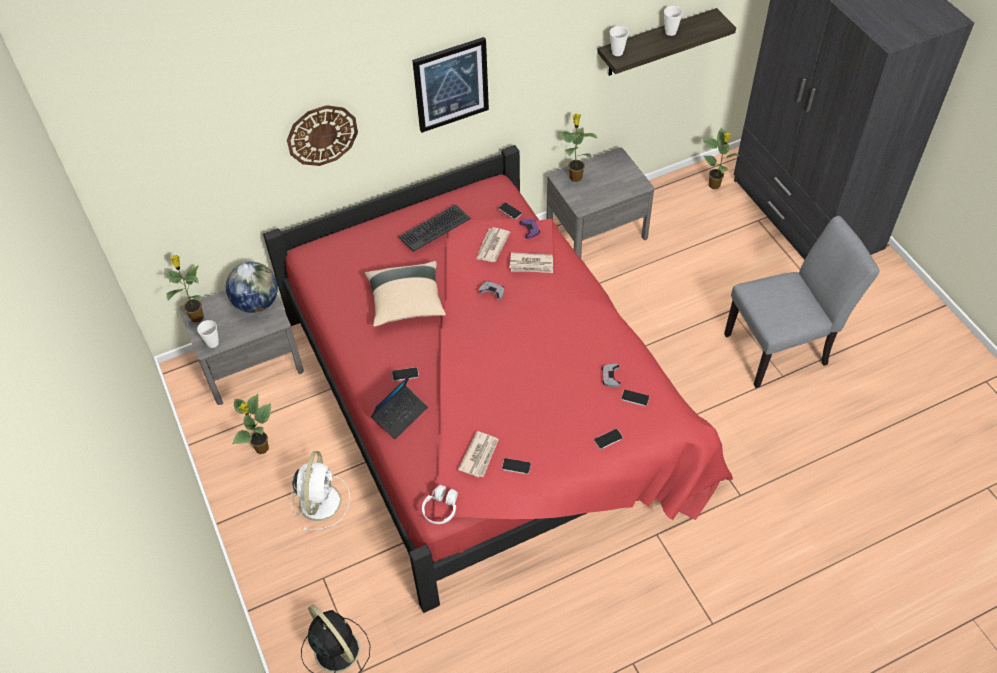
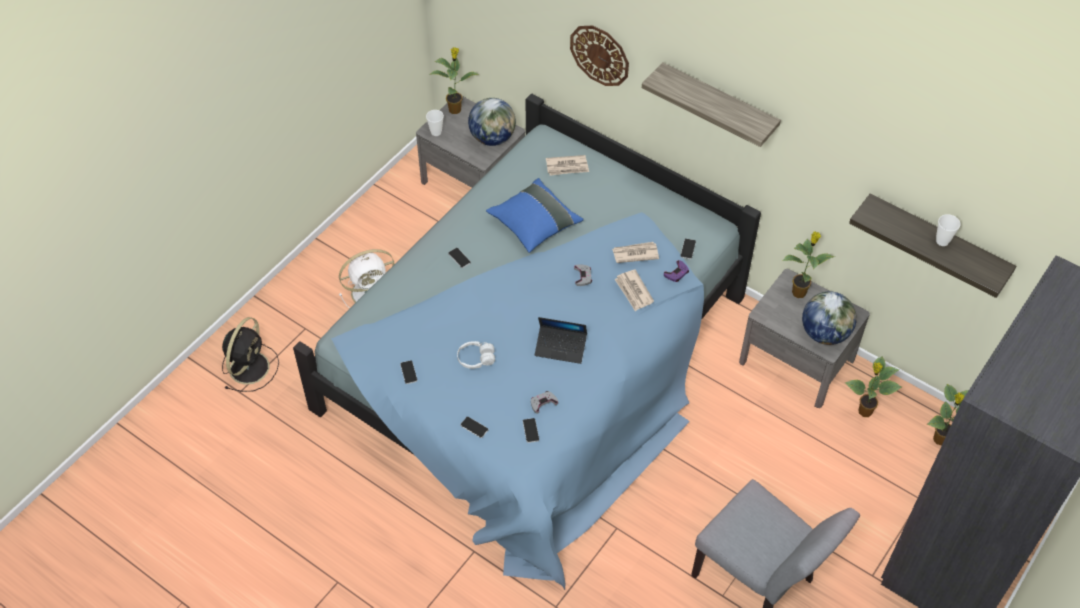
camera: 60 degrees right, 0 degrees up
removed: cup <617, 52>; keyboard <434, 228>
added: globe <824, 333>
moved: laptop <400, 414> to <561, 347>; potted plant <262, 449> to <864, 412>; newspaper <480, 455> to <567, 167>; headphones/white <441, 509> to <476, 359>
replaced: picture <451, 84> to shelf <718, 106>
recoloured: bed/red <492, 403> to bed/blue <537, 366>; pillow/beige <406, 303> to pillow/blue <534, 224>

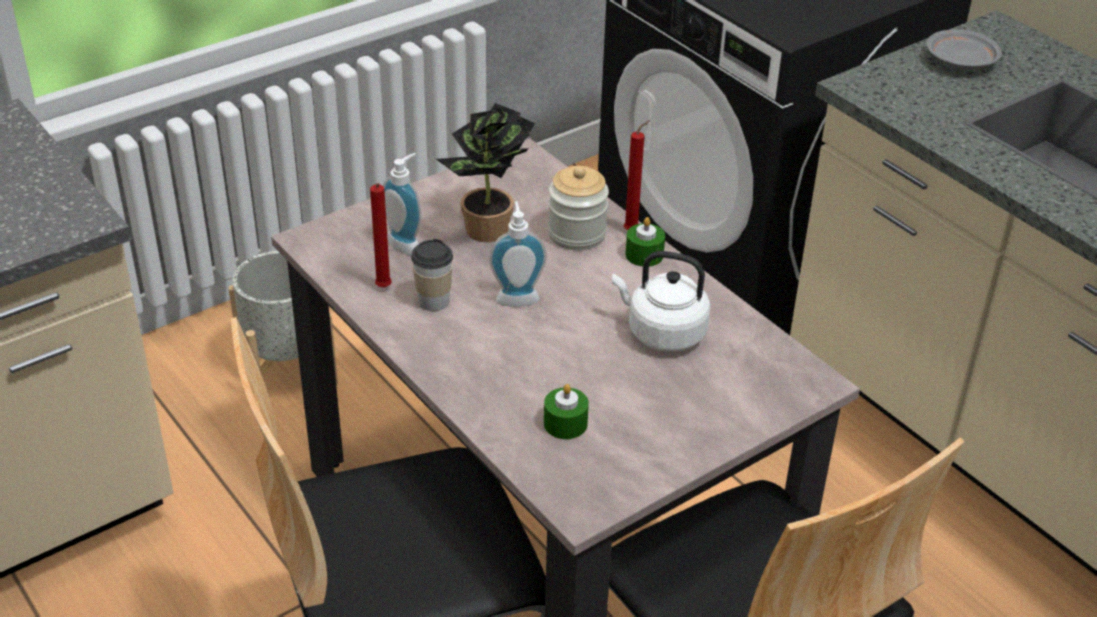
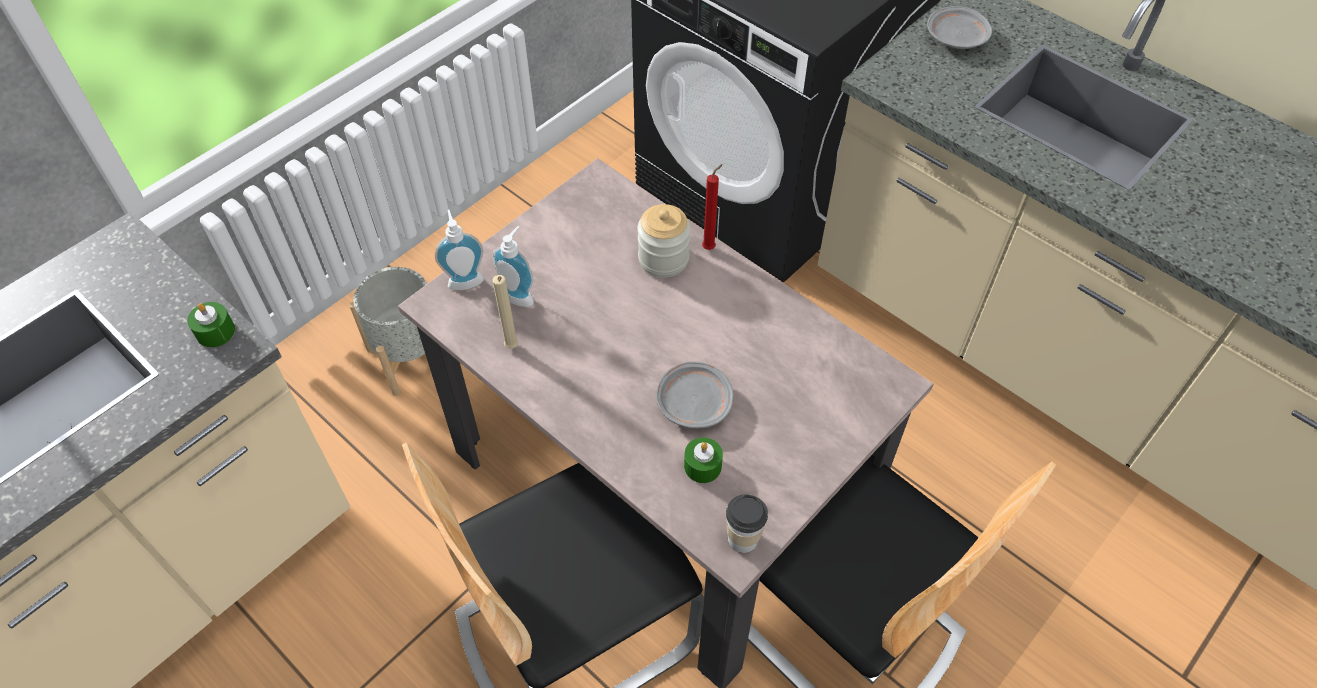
camera: 10 degrees left, 15 degrees up
removed: potted plant <490, 233>; kettle/white <662, 333>
added: plate/grey <693, 402>
moved: soap dispenser <517, 297> to <465, 279>; candle/green <644, 255> to <215, 332>; cup <433, 301> to <743, 539>
recoloured: candle/red <383, 289> to candle/beige <512, 348>

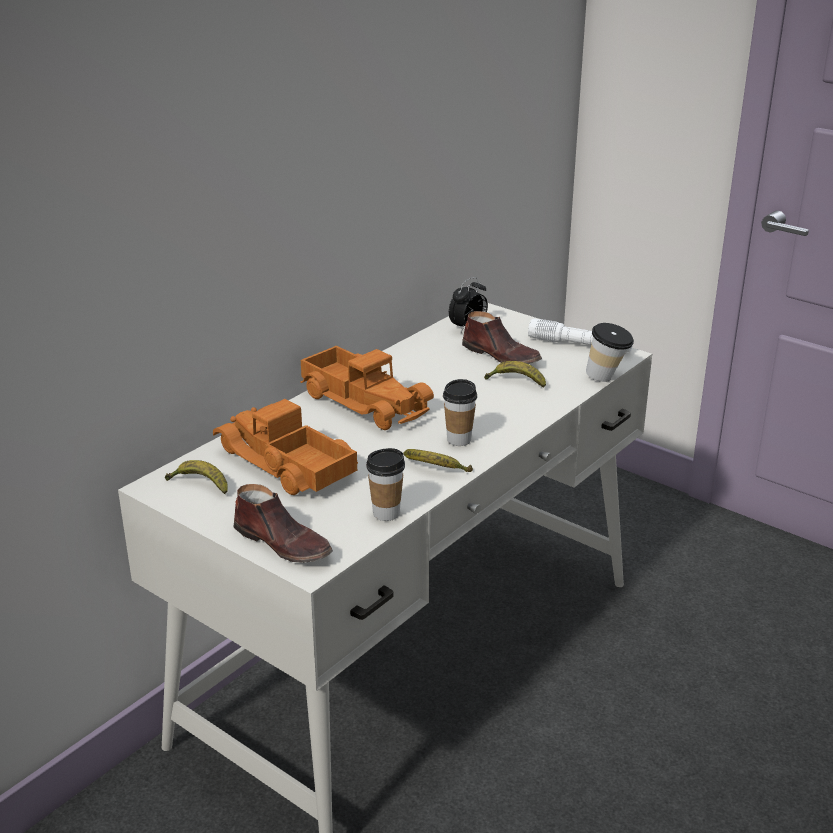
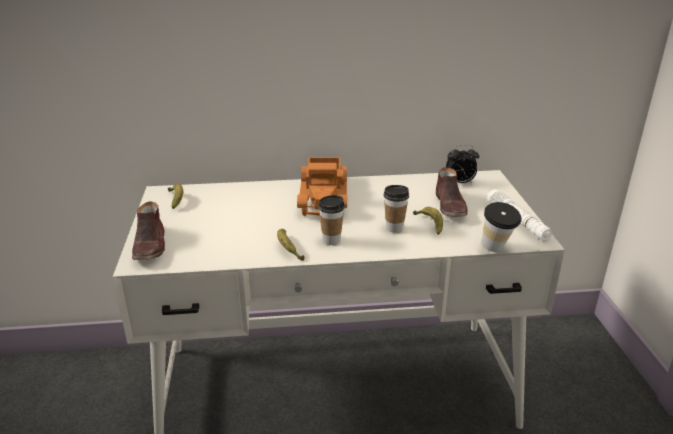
camera: 45 degrees right, 0 degrees up
removed: toy truck <285, 464>
moved: cup <386, 513> to <394, 228>

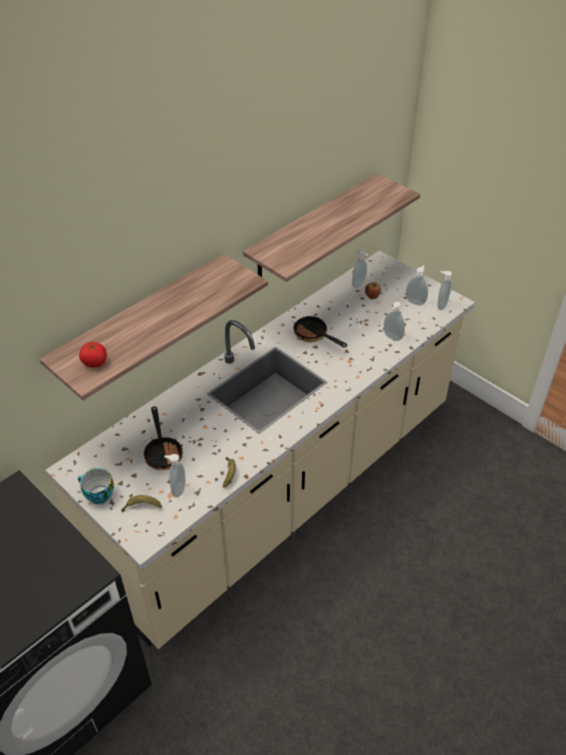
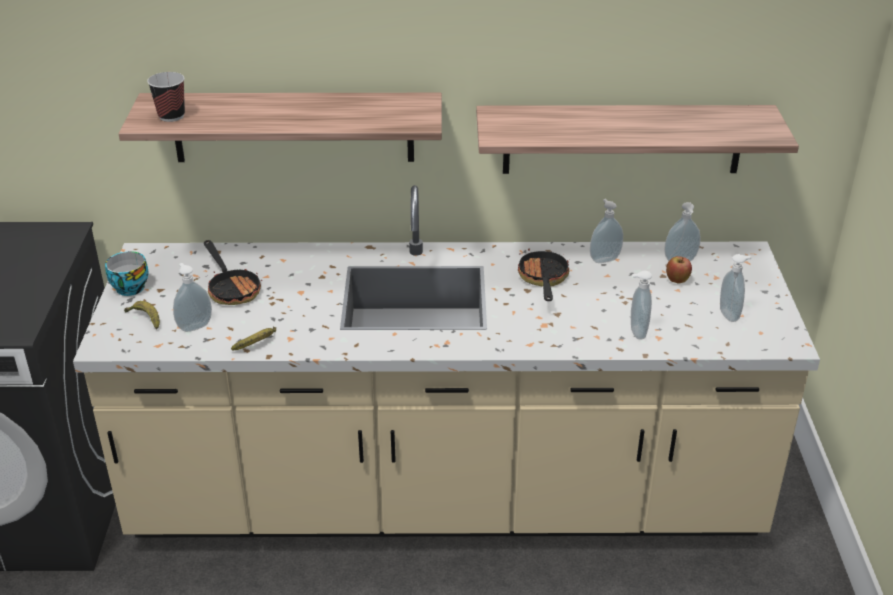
camera: 45 degrees right, 10 degrees down
moved: soap dispenser <440, 305> to <604, 259>
replaced: tomato <95, 362> to cup <171, 116>
turned: frying pan <163, 451> = <232, 288> 60 degrees counterclockwise

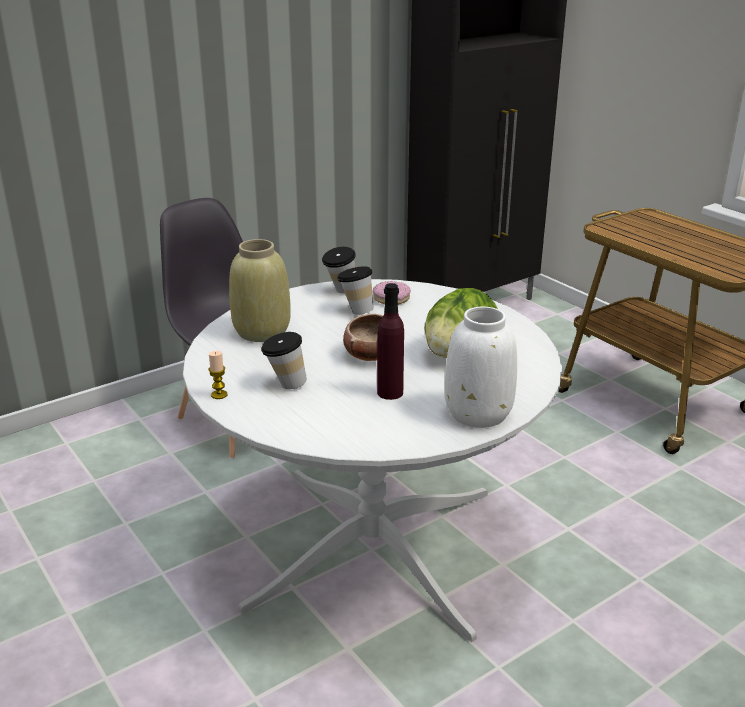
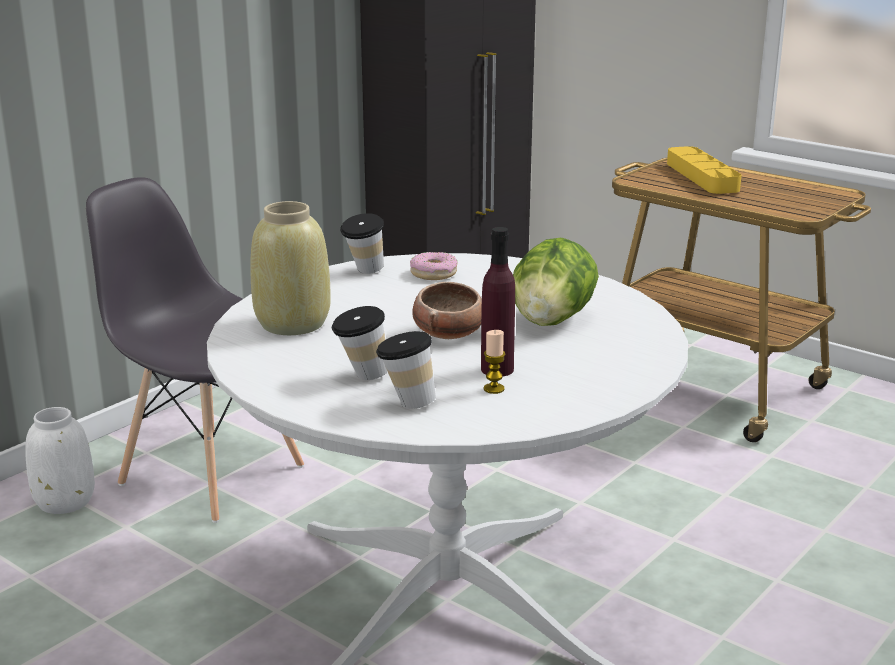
camera: 15 degrees left, 5 degrees down
added: tray/yellow <702, 176>
moved: cup <356, 311> to <406, 403>; vase/white <478, 413> to <65, 501>; candle <219, 395> to <494, 389>

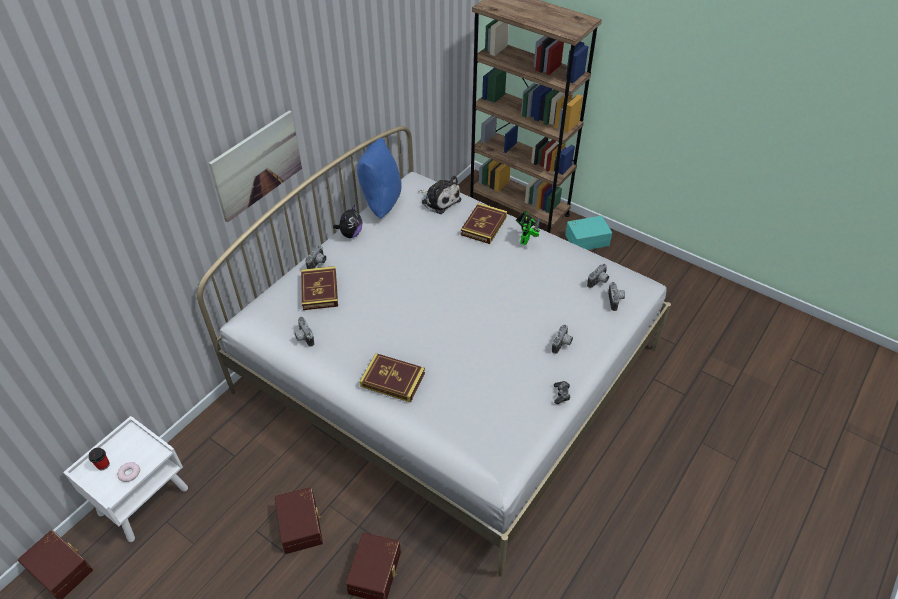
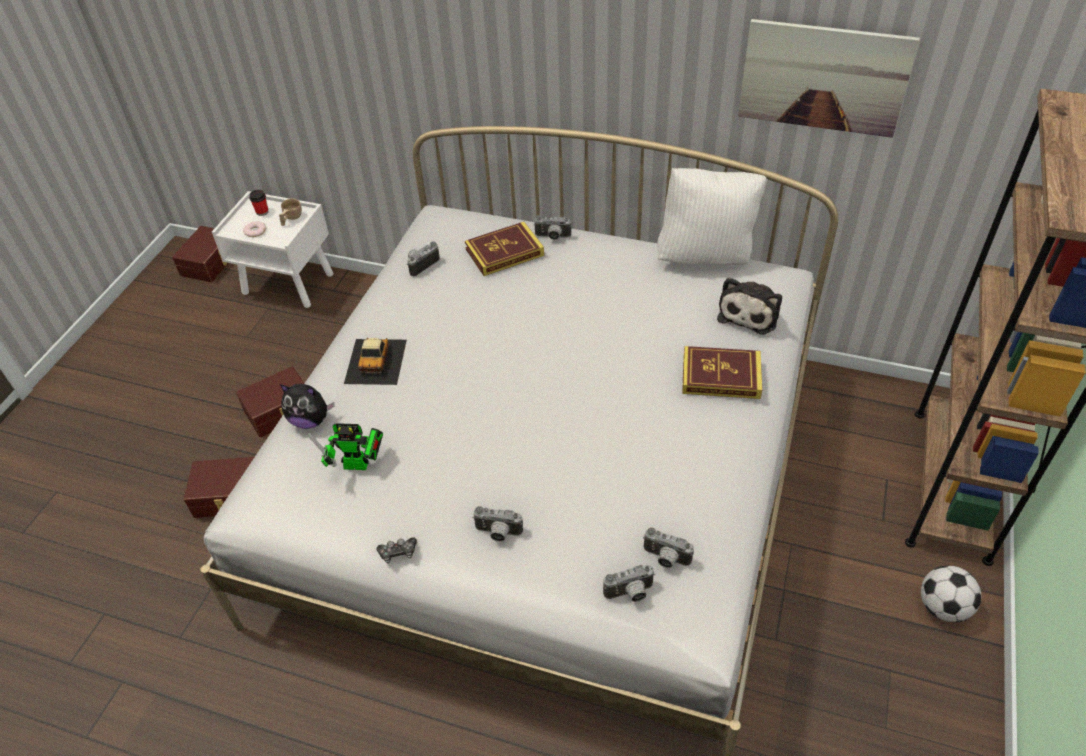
camera: 75 degrees right, 0 degrees up
added: cup/beige <291, 219>
moved: picture <257, 165> to <823, 78>; plush toy <350, 234> to <310, 420>; toy robot <525, 238> to <360, 465>
replaced: storage box/turquoise <586, 239> to football <942, 607>; book <393, 380> to toy car <376, 361>
recoloured: pillow/blue <380, 203> to pillow/white <706, 256>

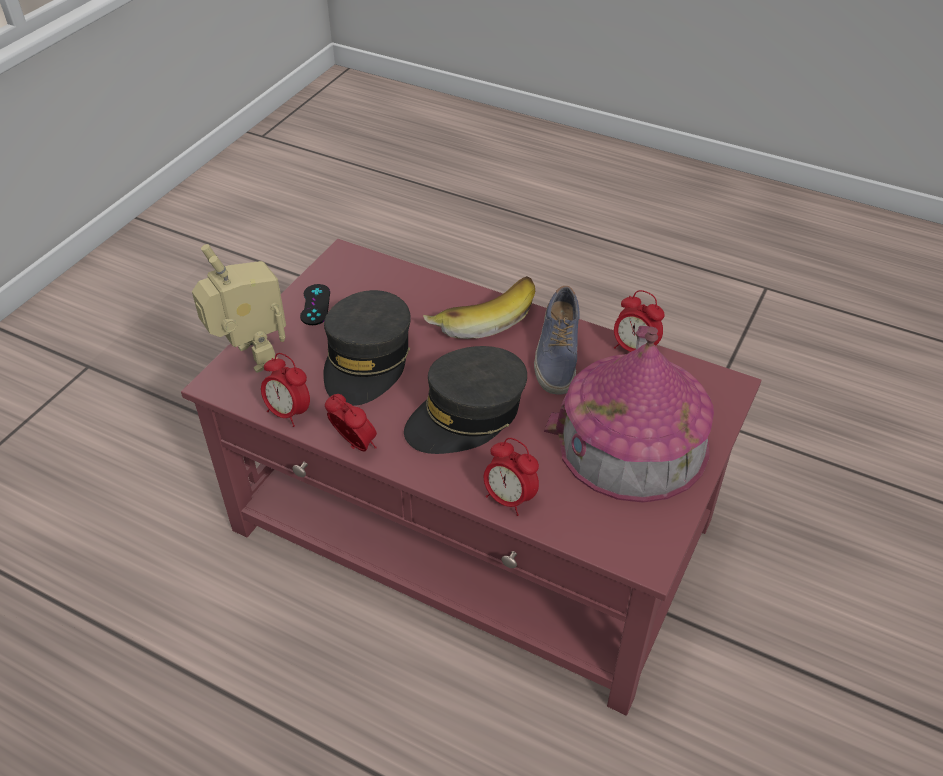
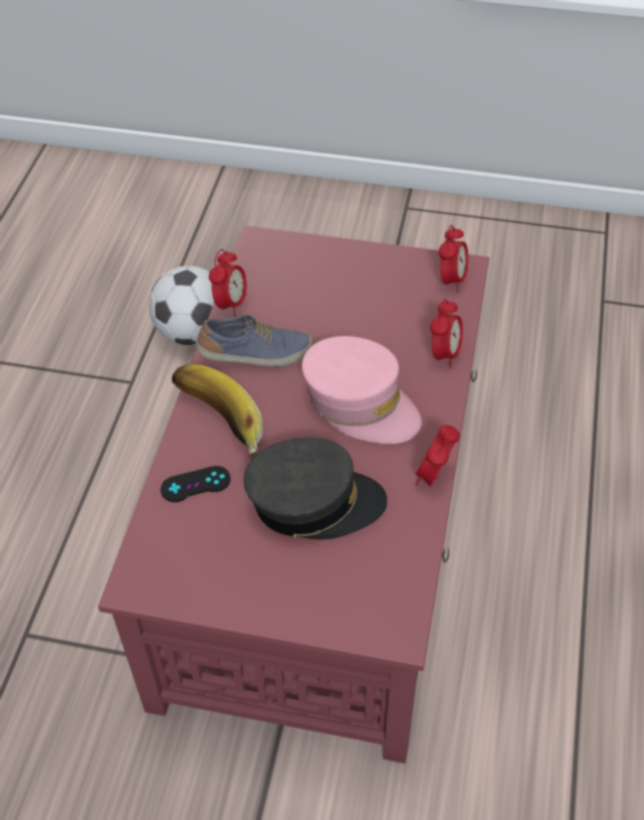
camera: 105 degrees left, 5 degrees up
removed: toy robot <251, 358>; toy house <632, 442>
added: football <193, 332>
moved: game controller/black <315, 305> to <195, 484>; alarm clock <288, 413> to <451, 280>
recoloured: cap/grey <466, 415> to cap/pink <360, 403>

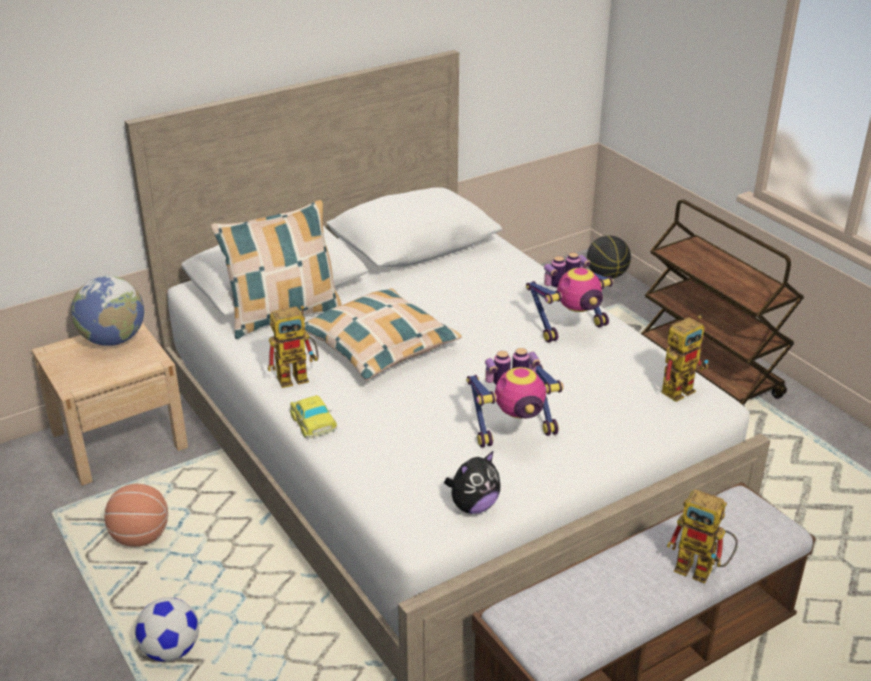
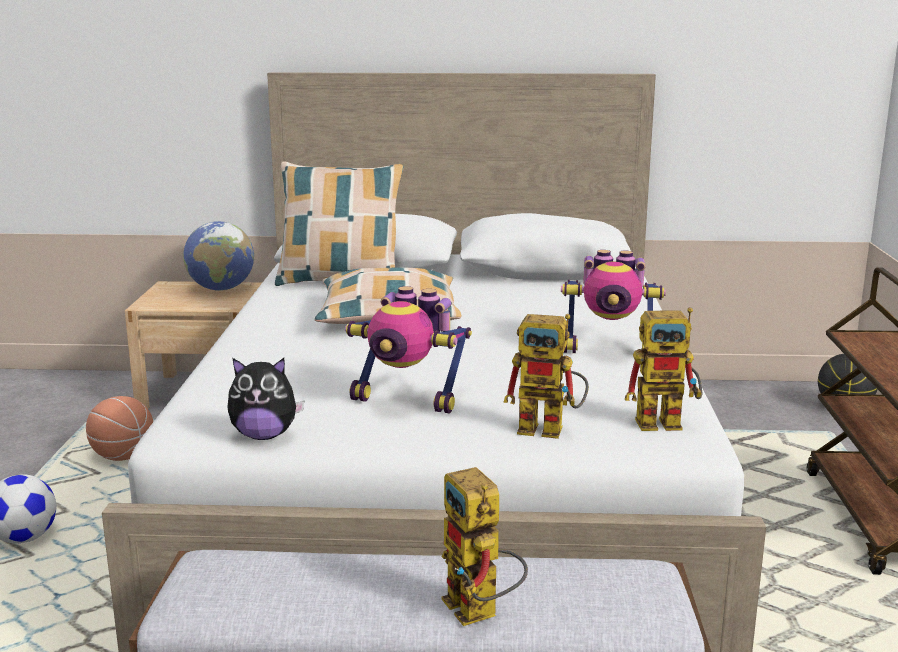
camera: 35 degrees right, 15 degrees down
removed: toy car <312, 421>
moved: toy robot <298, 376> to <551, 429>

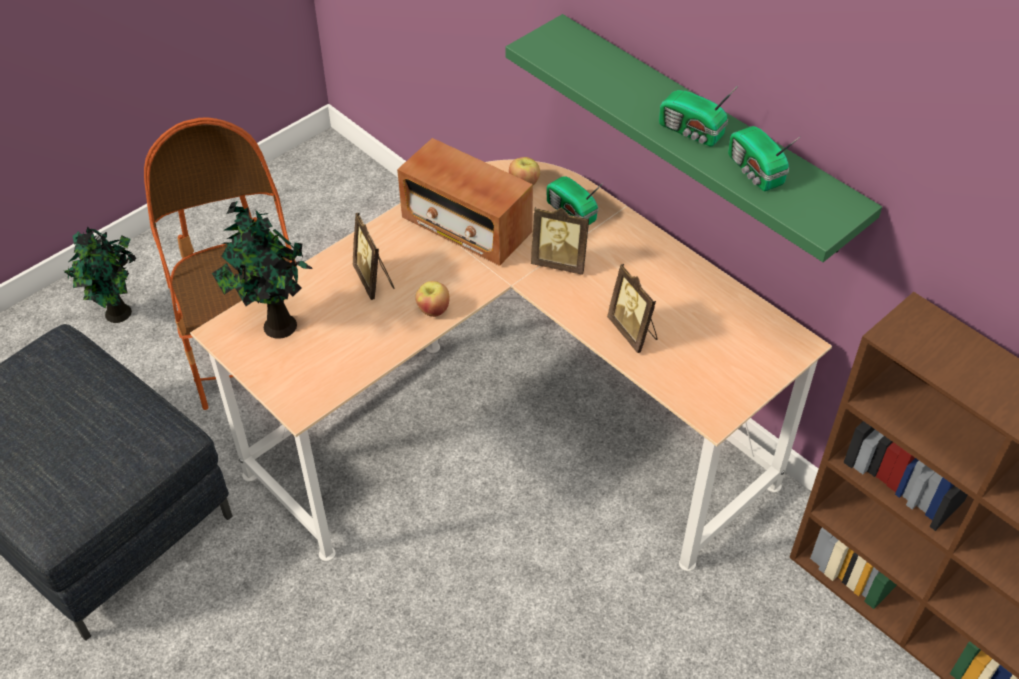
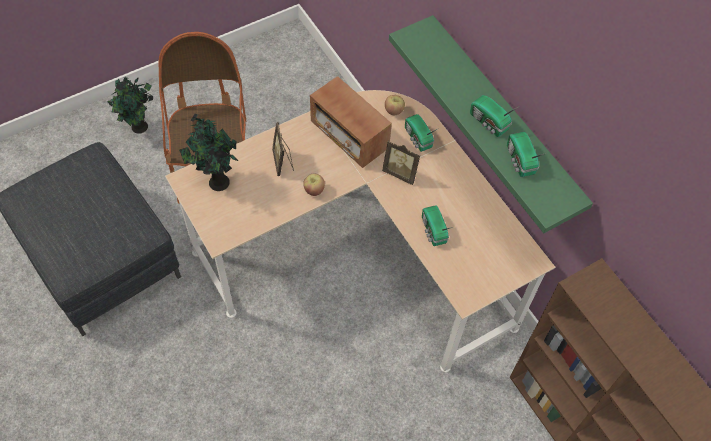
camera: 10 degrees right, 10 degrees up
replaced: picture frame <633, 332> to radio <433, 231>

